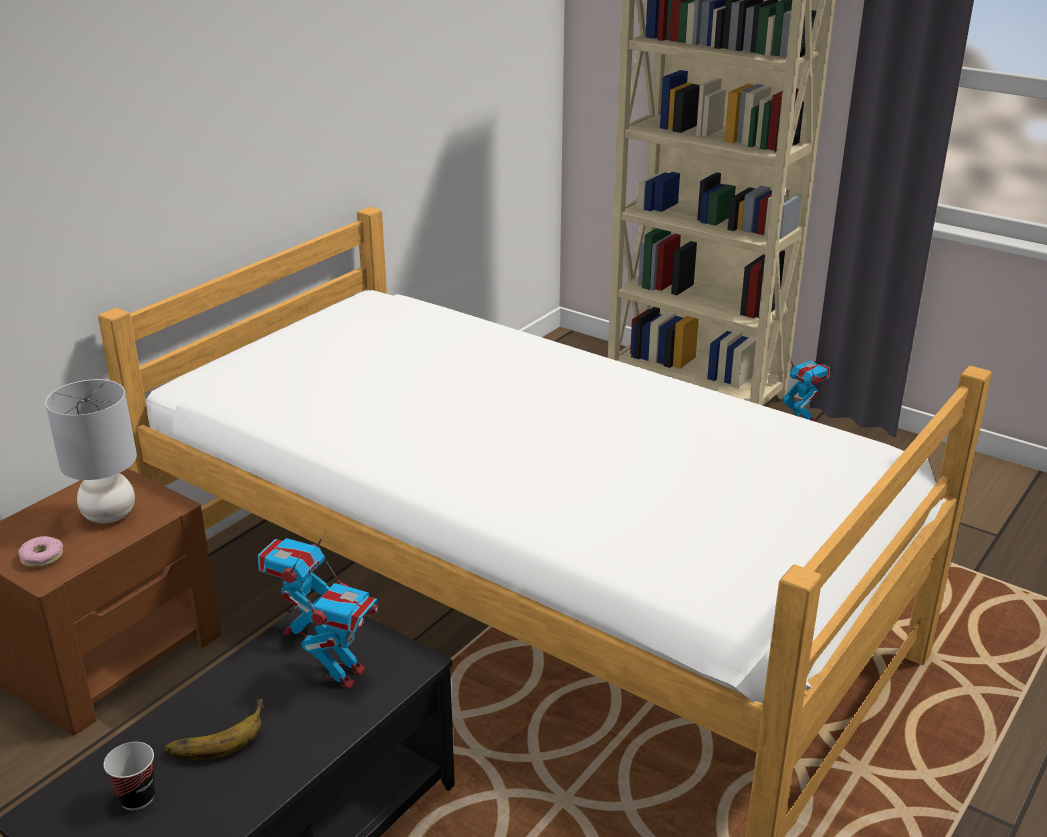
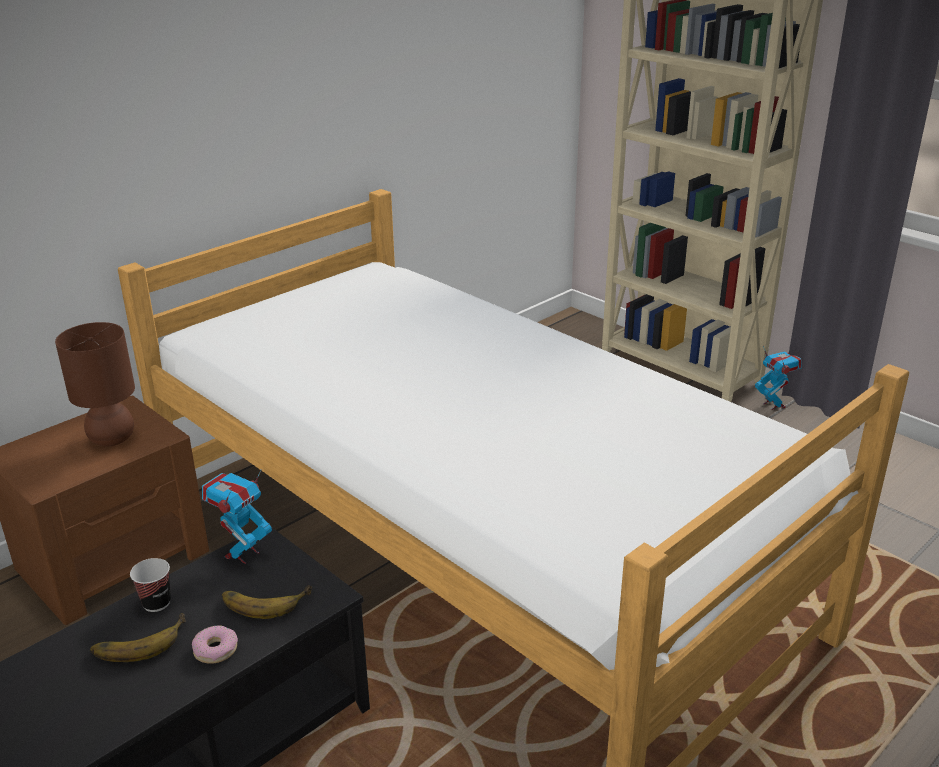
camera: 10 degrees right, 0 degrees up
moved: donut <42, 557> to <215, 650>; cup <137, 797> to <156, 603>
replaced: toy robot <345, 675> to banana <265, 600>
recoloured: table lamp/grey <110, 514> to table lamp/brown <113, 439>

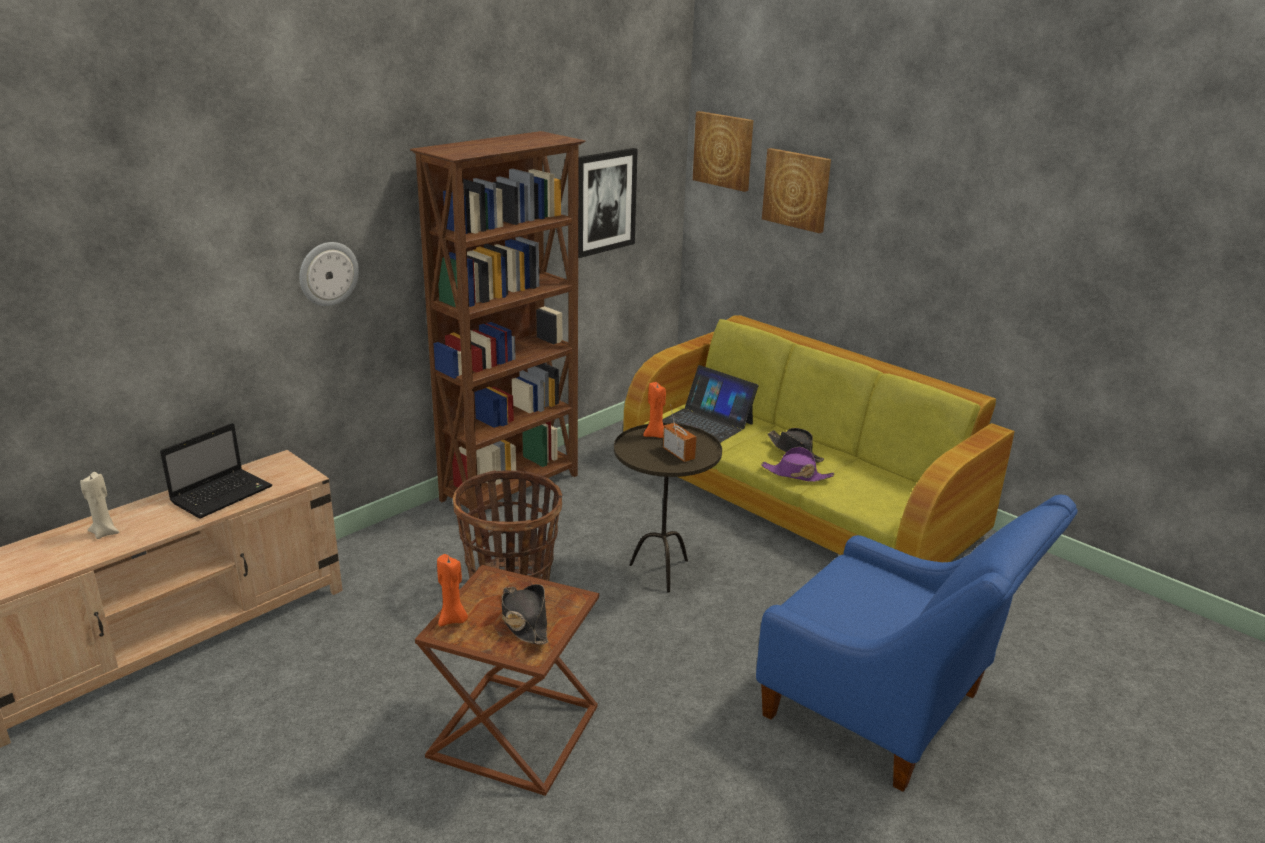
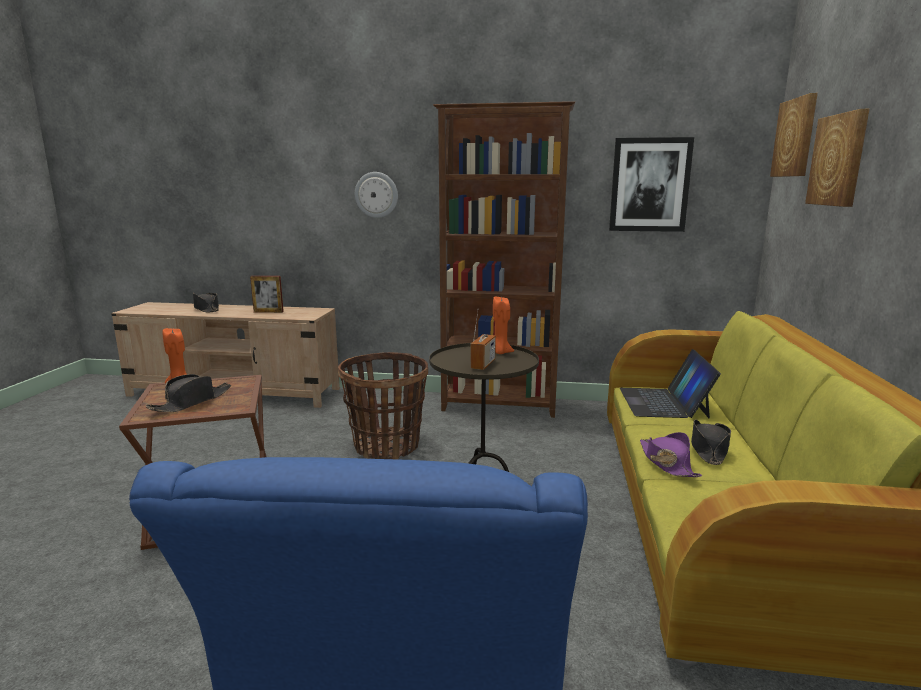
camera: 55 degrees right, 10 degrees down
replaced: laptop <223, 494> to picture frame <268, 312>; candle/beige <105, 533> to hat/black <206, 309>

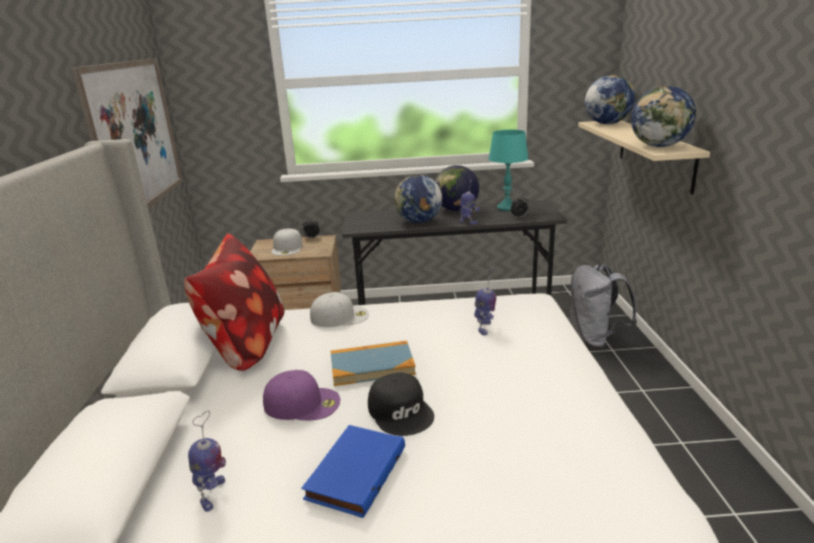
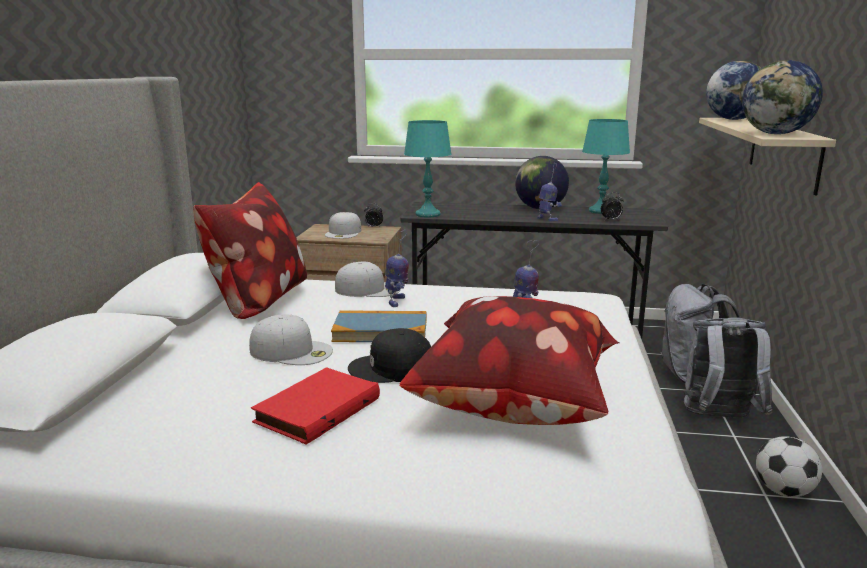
camera: 10 degrees right, 5 degrees down
removed: picture <136, 136>; globe <418, 221>
added: table lamp/turquoise <427, 214>; pillow <515, 411>; backpack/grey <719, 418>; football <783, 491>
moved: toy robot <212, 494> to <396, 301>
recoloured: cap/purple <303, 403> to cap/white <292, 351>; book/blue <354, 472> to book/red <316, 409>
turned: cap/black <401, 411> = <392, 369> 105 degrees clockwise

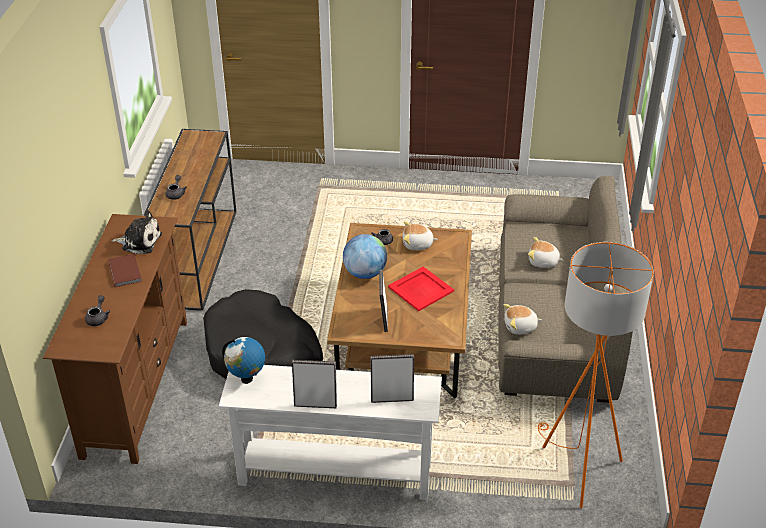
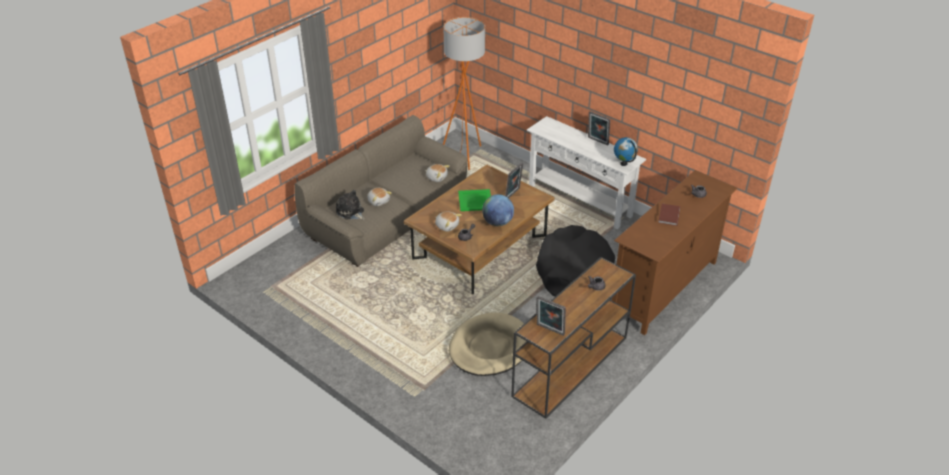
camera: 145 degrees left, 0 degrees up
added: dog bed/beige <489, 347>
moved: plush toy <139, 241> to <351, 212>; picture frame <392, 398> to <549, 330>
recoloured: tray/red <421, 289> to tray/green <475, 200>

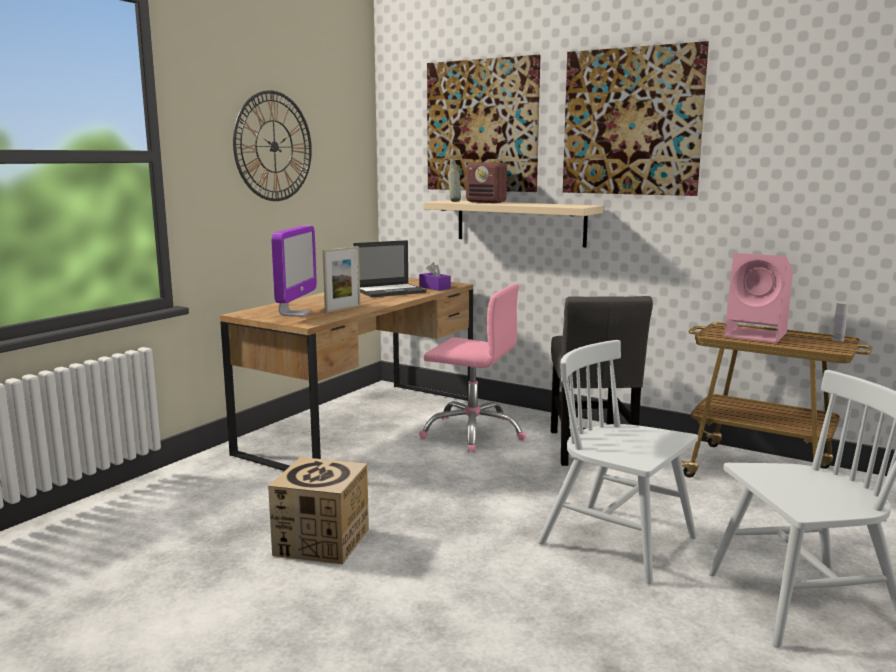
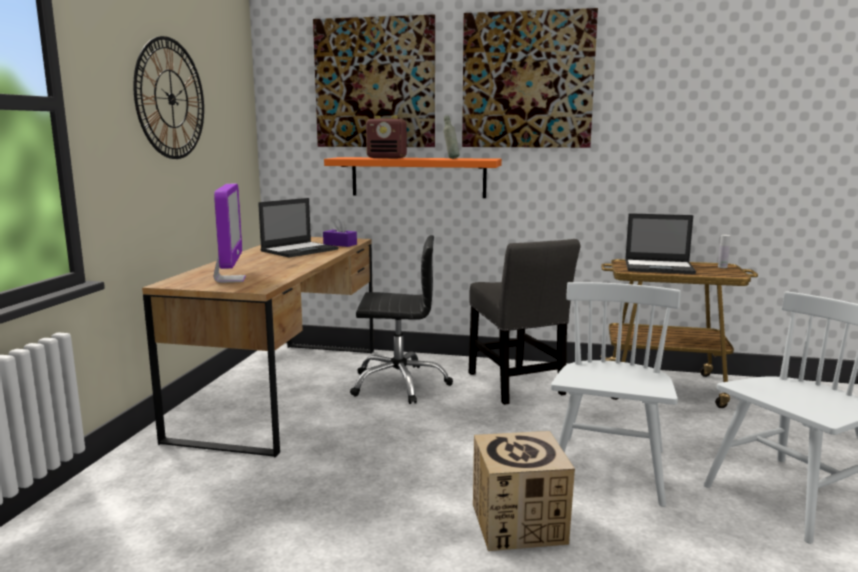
camera: 20 degrees left, 0 degrees up
removed: picture frame <343, 309>
moved: bottle/grey <454, 201> to <450, 158>; cardboard box <322, 542> to <519, 524>
replaced: speaker/pink <757, 335> to laptop <659, 267>
recoloured: shelf/beige <520, 222> to shelf/orange <418, 177>; office chair/pink <473, 433> to office chair/black <399, 384>
turned: chair/white <618, 541> = <609, 469> 90 degrees clockwise

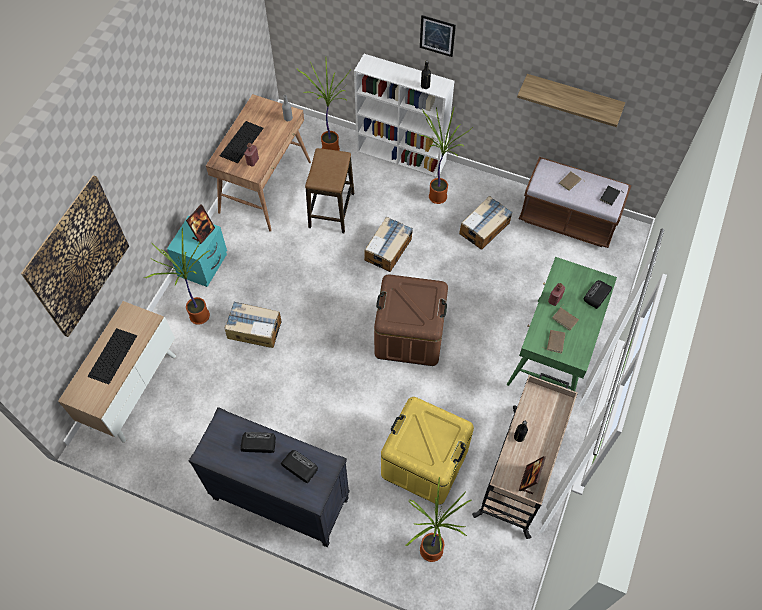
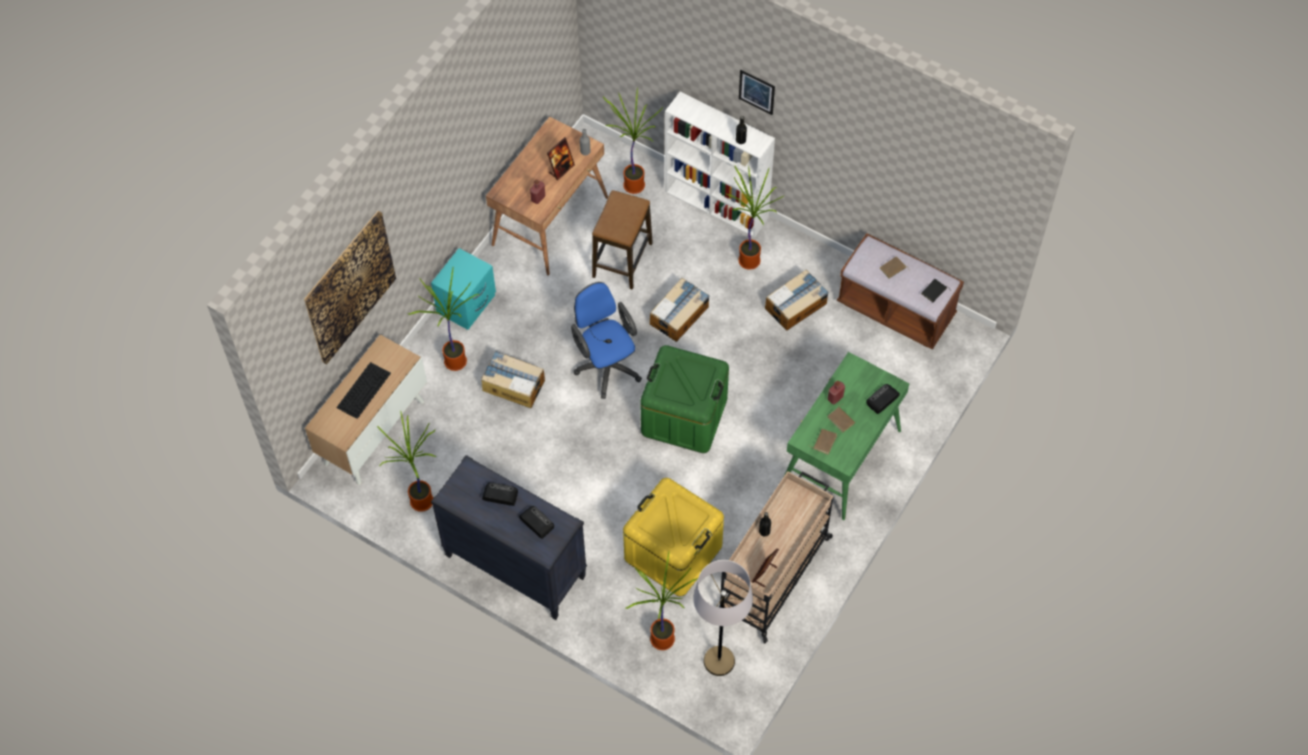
camera: 10 degrees right, 0 degrees up
removed: shelf <573, 97>; keyboard <241, 141>
added: office chair/blue <606, 365>; potted plant <421, 503>; floor lamp/grey <719, 661>
moved: picture frame <203, 233> to <561, 169>
recoloured: storage box/brown <409, 335> to storage box/green <684, 416>

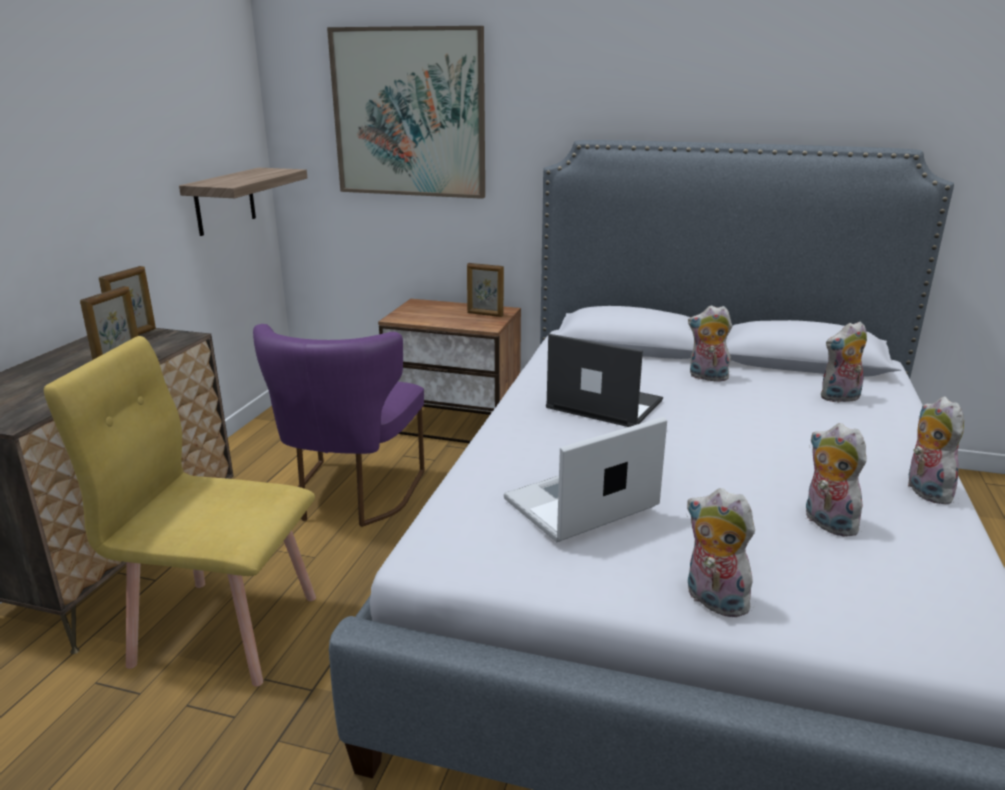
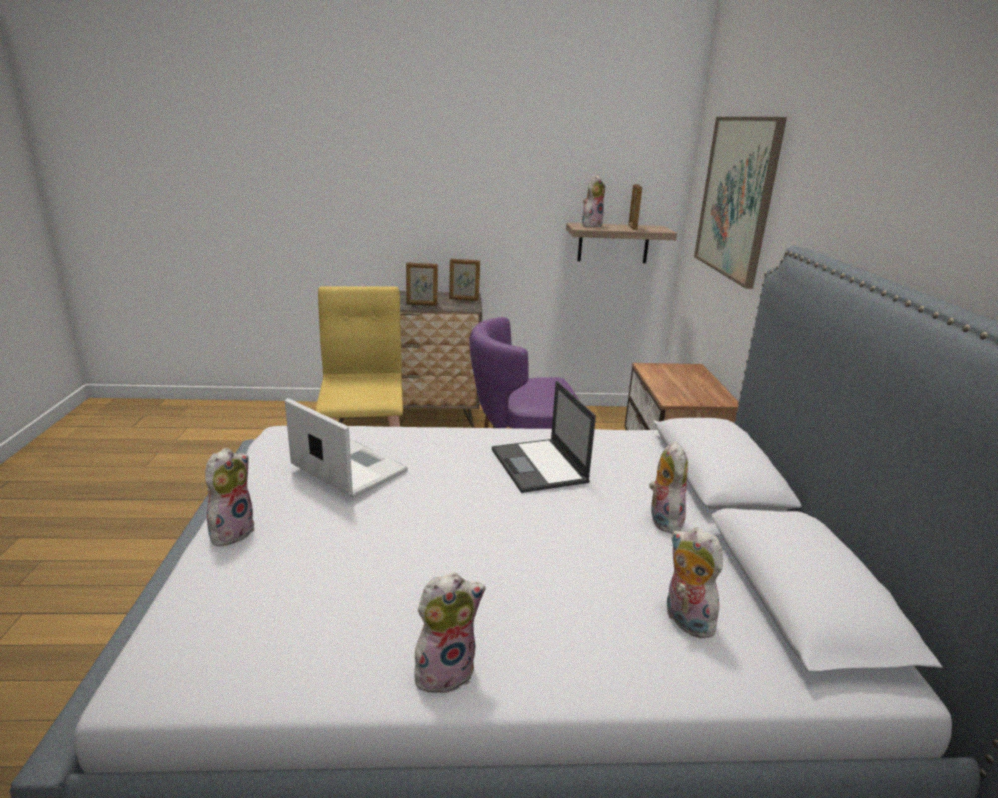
camera: 70 degrees right, 0 degrees up
moved: picture frame <485, 314> to <632, 227>; plush toy <826, 523> to <591, 225>
turned: laptop <603, 404> = <539, 466> 150 degrees clockwise

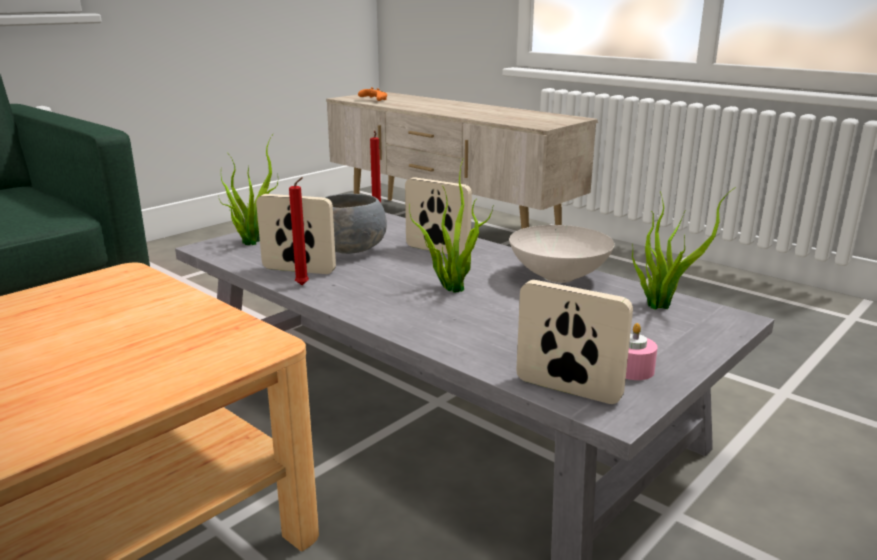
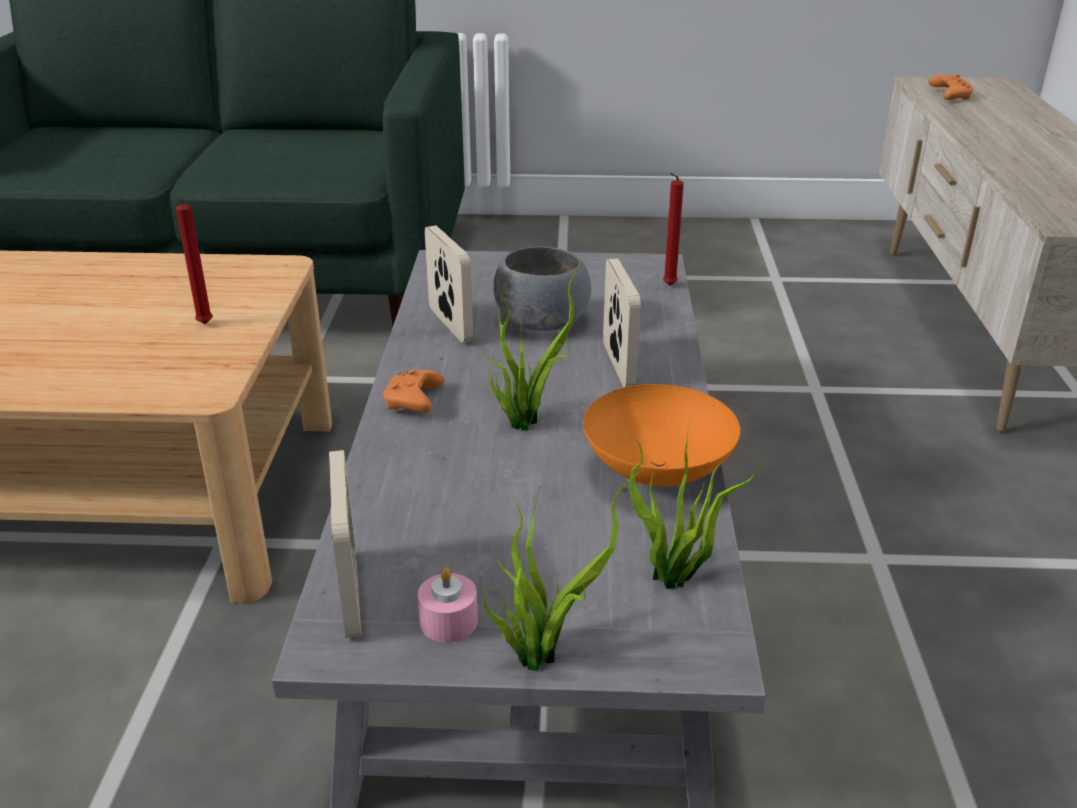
camera: 50 degrees right, 10 degrees up
added: game controller/orange <414, 403>
moved: potted plant <250, 241> to <541, 653>; candle/red <303, 285> to <204, 325>
recoloured: bowl/white <560, 276> to bowl/orange <660, 472>

